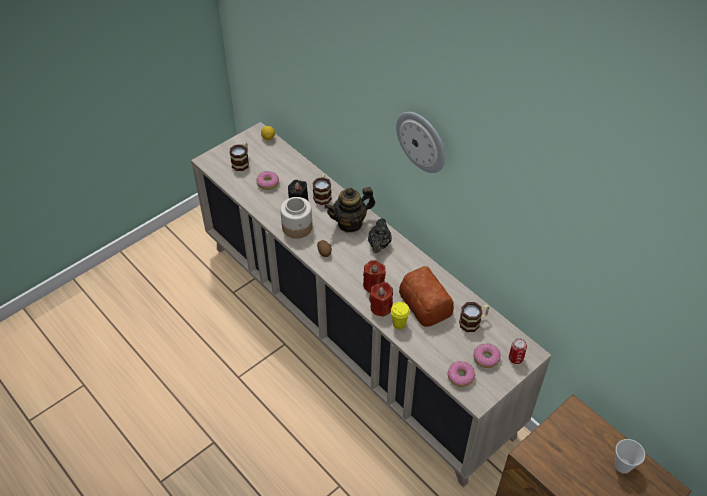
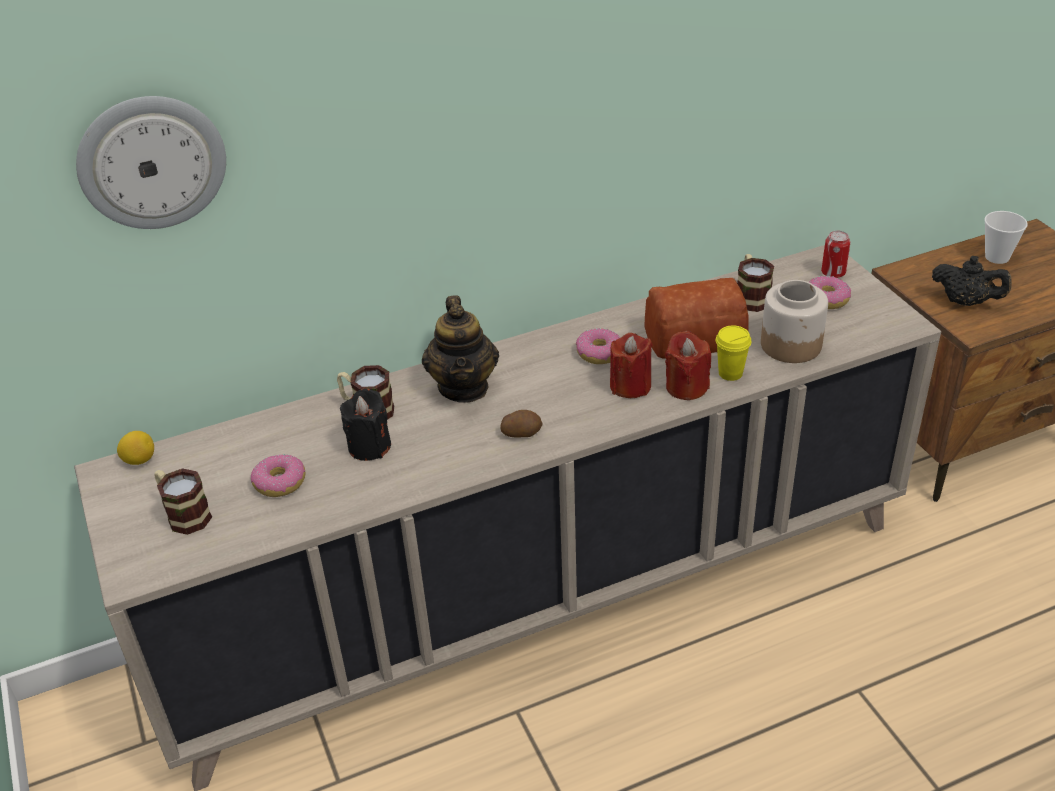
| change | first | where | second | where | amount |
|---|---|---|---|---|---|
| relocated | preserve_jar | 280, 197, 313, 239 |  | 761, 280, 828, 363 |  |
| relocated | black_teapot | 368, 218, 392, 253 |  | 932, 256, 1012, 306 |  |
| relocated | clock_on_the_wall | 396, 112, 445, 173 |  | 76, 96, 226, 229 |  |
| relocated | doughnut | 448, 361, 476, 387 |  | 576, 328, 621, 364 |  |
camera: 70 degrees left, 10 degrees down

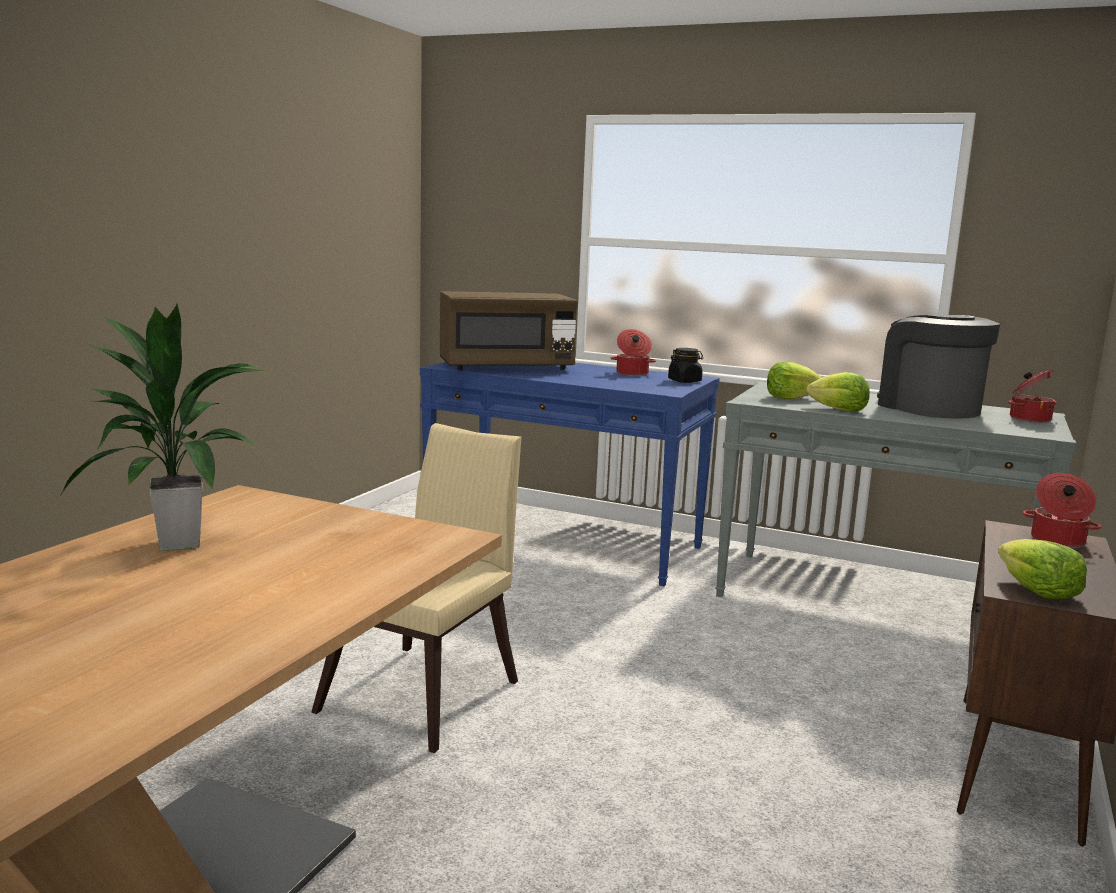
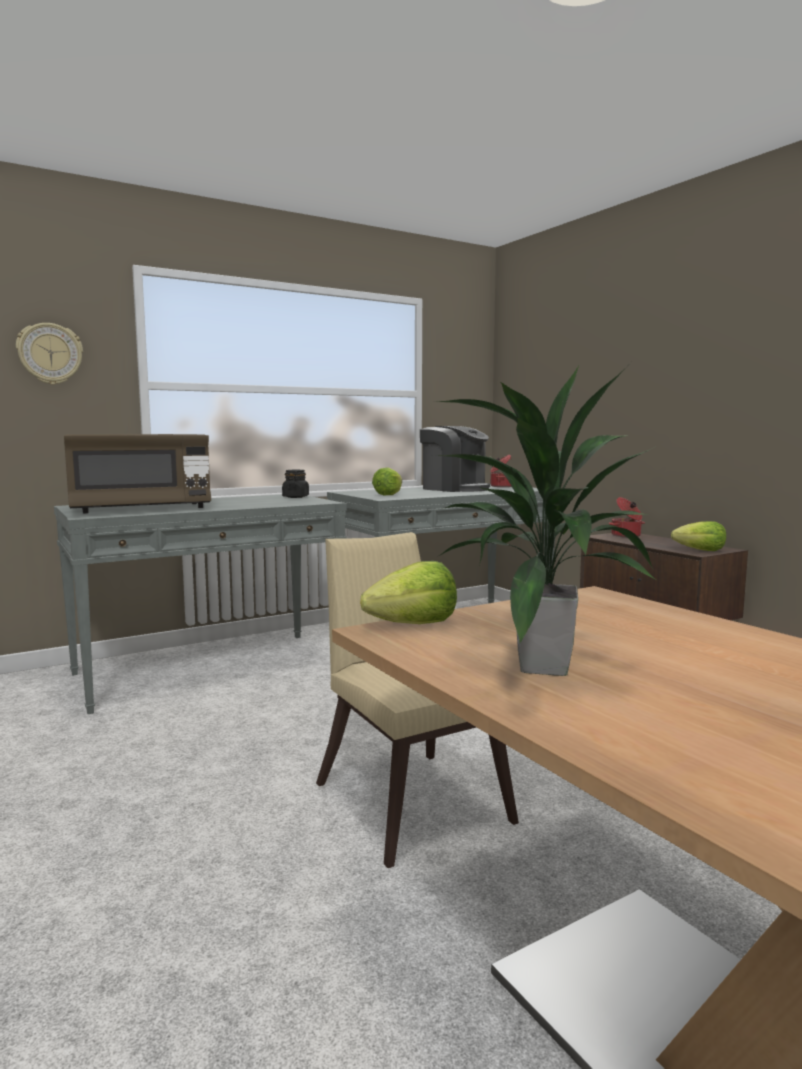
| change | first | where | second | where | amount |
|---|---|---|---|---|---|
| colour | blue-coloured_console_table | 420, 362, 720, 586 | greyish_console_table | 54, 495, 347, 714 |  |
| spun | brown_kitchen_microwave | 440, 291, 578, 370 |  | 64, 434, 211, 513 | 45 degrees clockwise |
| missing | saucepot | 610, 329, 656, 376 |  |  |  |
| relocated | lettuce | 807, 372, 870, 412 |  | 360, 561, 457, 624 |  |
| spun | coffee_machine | 877, 315, 1000, 419 |  | 420, 426, 490, 492 | 150 degrees counterclockwise |
| appeared |  |  | clock_on_the_wall | 16, 323, 83, 385 |  |
camera: 55 degrees left, 5 degrees down

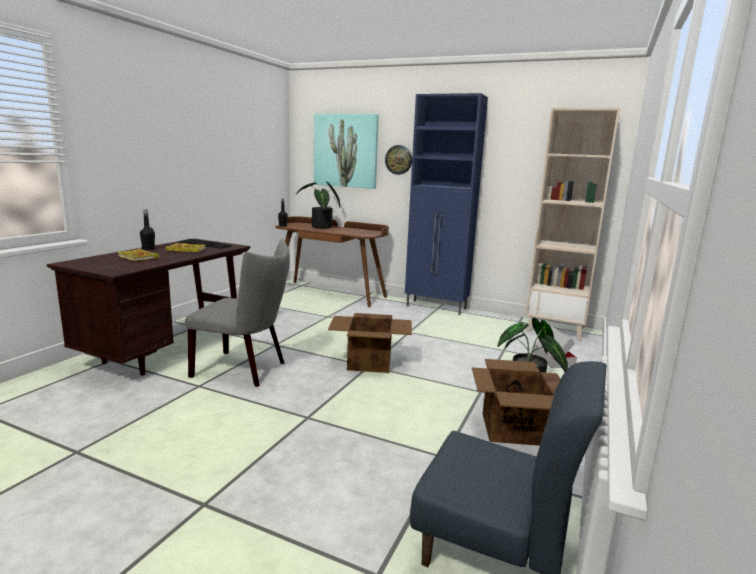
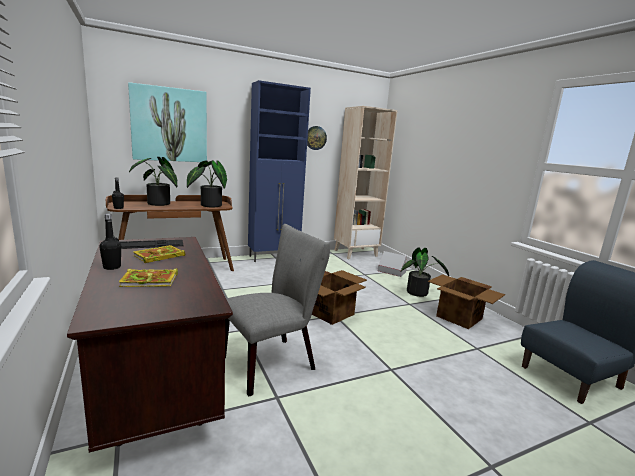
| change | first | where | second | where | amount |
|---|---|---|---|---|---|
| relocated | clock_on_the_wall | 385, 145, 412, 175 |  | 307, 126, 327, 150 |  |
| appeared |  |  | houseplant | 187, 160, 227, 207 |  |
camera: 50 degrees left, 0 degrees up

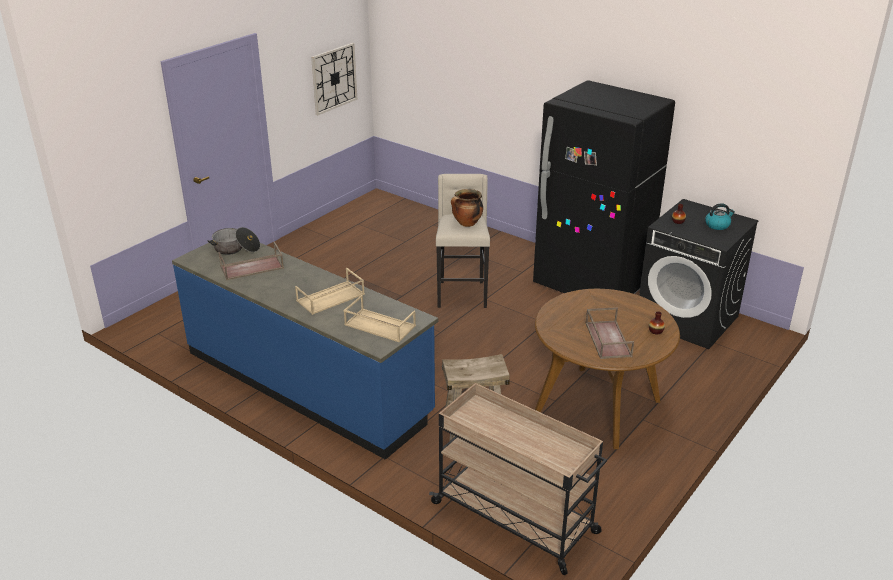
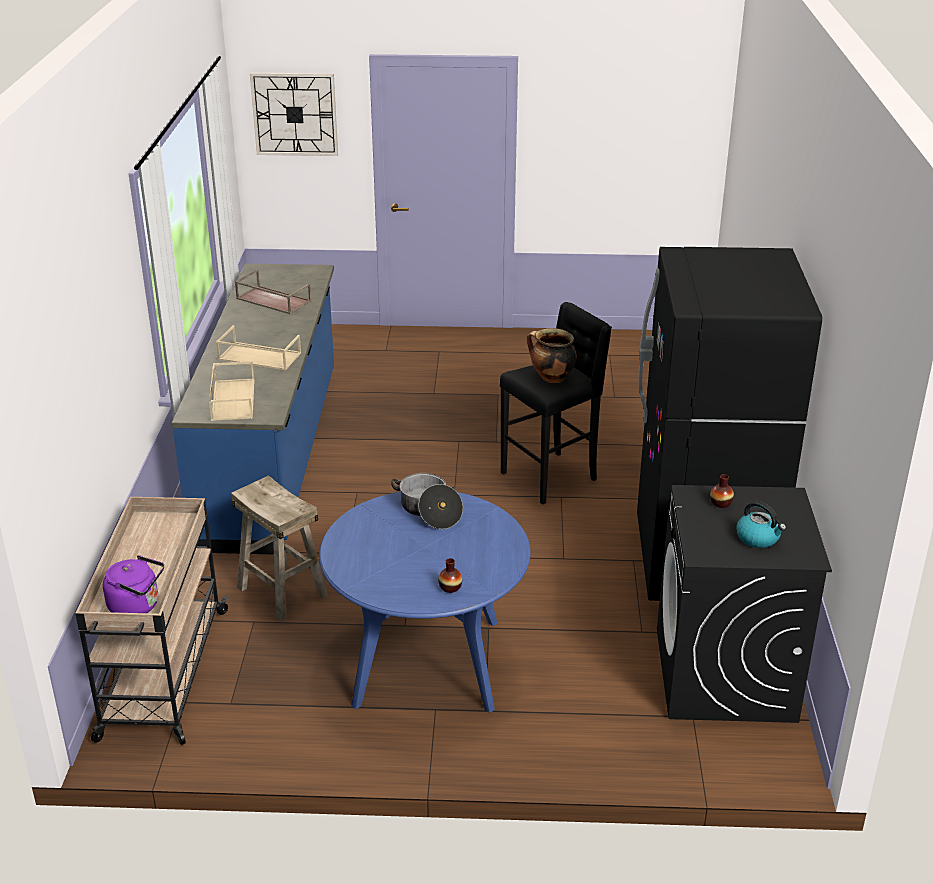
| change | first | where | second | where | amount |
|---|---|---|---|---|---|
| relocated | saucepot | 207, 227, 260, 255 |  | 391, 473, 463, 529 |  |
| relocated | clock_on_the_wall | 311, 43, 357, 115 |  | 250, 73, 338, 156 |  |
| colour | beige-coloured_sitting_stool | 436, 174, 490, 308 | black_sitting_stool | 500, 302, 612, 505 |  |
| colour | brown_dining_table | 535, 289, 680, 449 | blue-coloured_dining_table | 319, 492, 530, 713 |  |
| missing | brown_serving_tray | 586, 307, 634, 359 |  |  |  |
| appeared |  |  | purple-coloured_water_kettle | 103, 555, 164, 613 |  |
camera: 55 degrees right, 0 degrees up

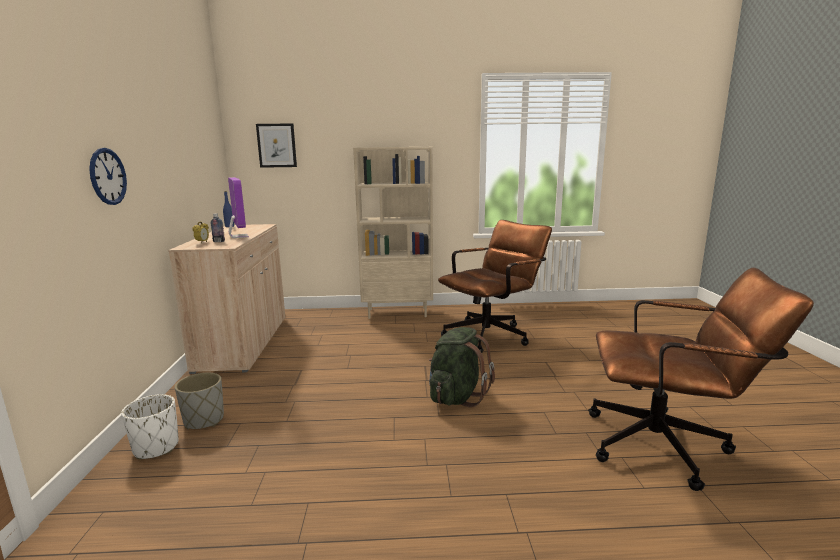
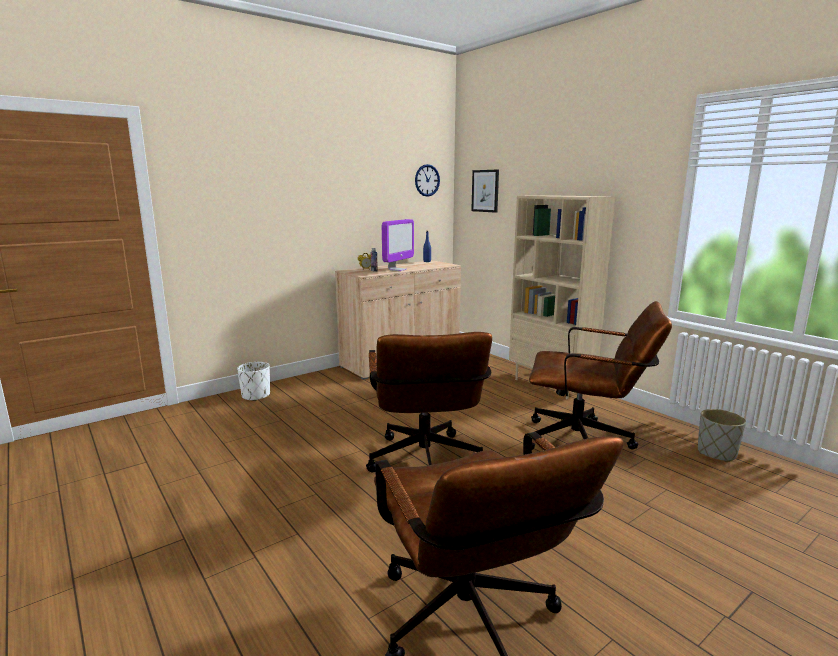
| change | first | where | second | where | amount |
|---|---|---|---|---|---|
| relocated | clock_on_the_wall | 89, 148, 127, 205 |  | 415, 164, 440, 197 |  |
| relocated | greyish_plant_pot | 175, 373, 224, 429 |  | 698, 409, 746, 462 |  |
| exchanged | green-coloured_rucksack | 429, 327, 495, 407 | brown_office_chair | 366, 332, 492, 472 |  |
camera: 55 degrees right, 0 degrees up

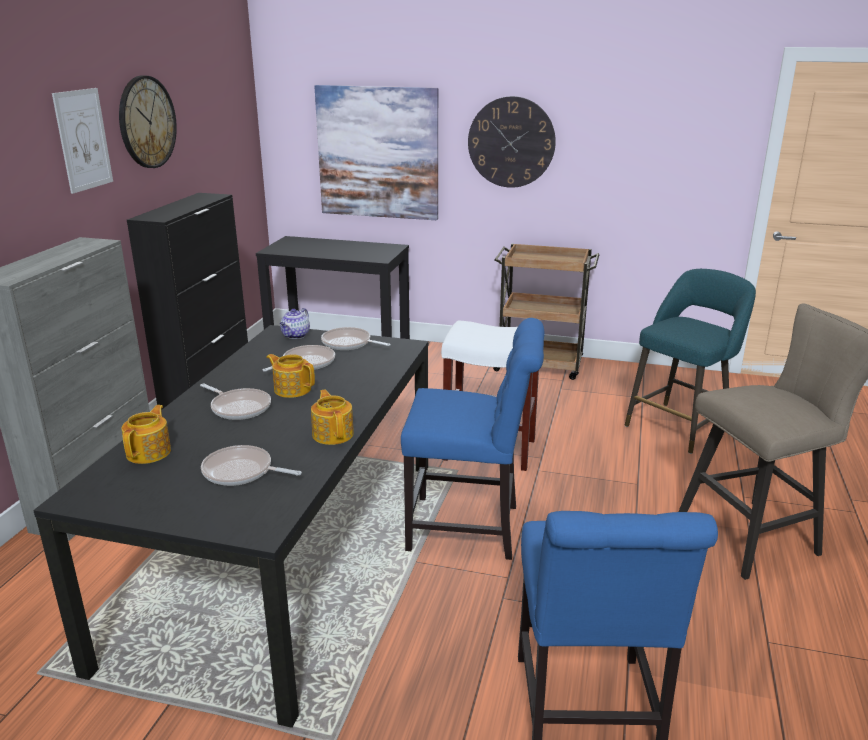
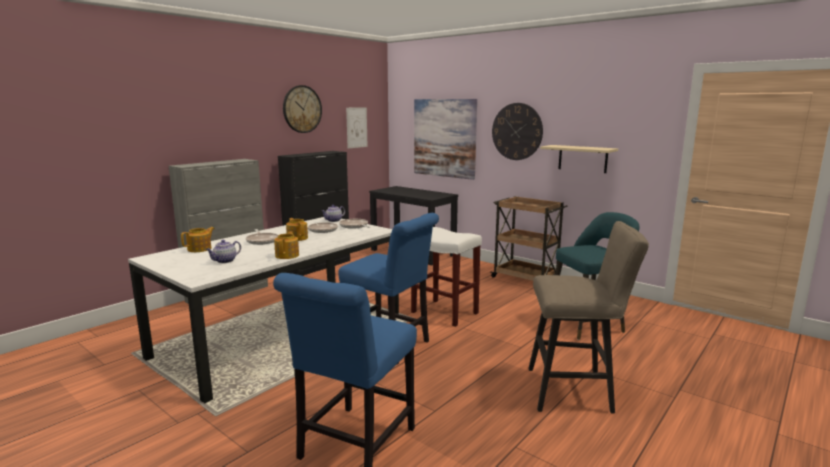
| change | first | where | second | where | amount |
|---|---|---|---|---|---|
| colour | black_dining_table | 33, 325, 428, 728 | white_dining_table | 128, 217, 399, 403 |  |
| relocated | picture | 52, 88, 113, 194 |  | 346, 107, 368, 148 |  |
| exchanged | pan | 201, 445, 302, 486 | teapot | 206, 240, 241, 263 |  |
| appeared |  |  | beige-coloured_shelf | 540, 145, 618, 173 |  |
camera: 25 degrees right, 10 degrees down

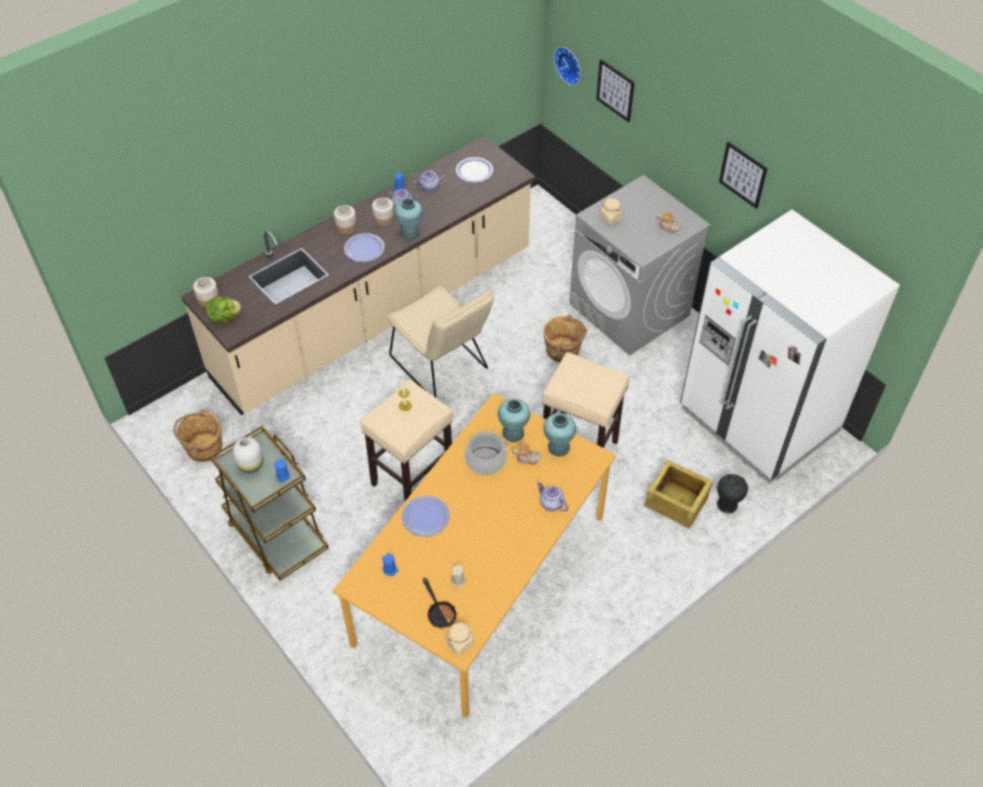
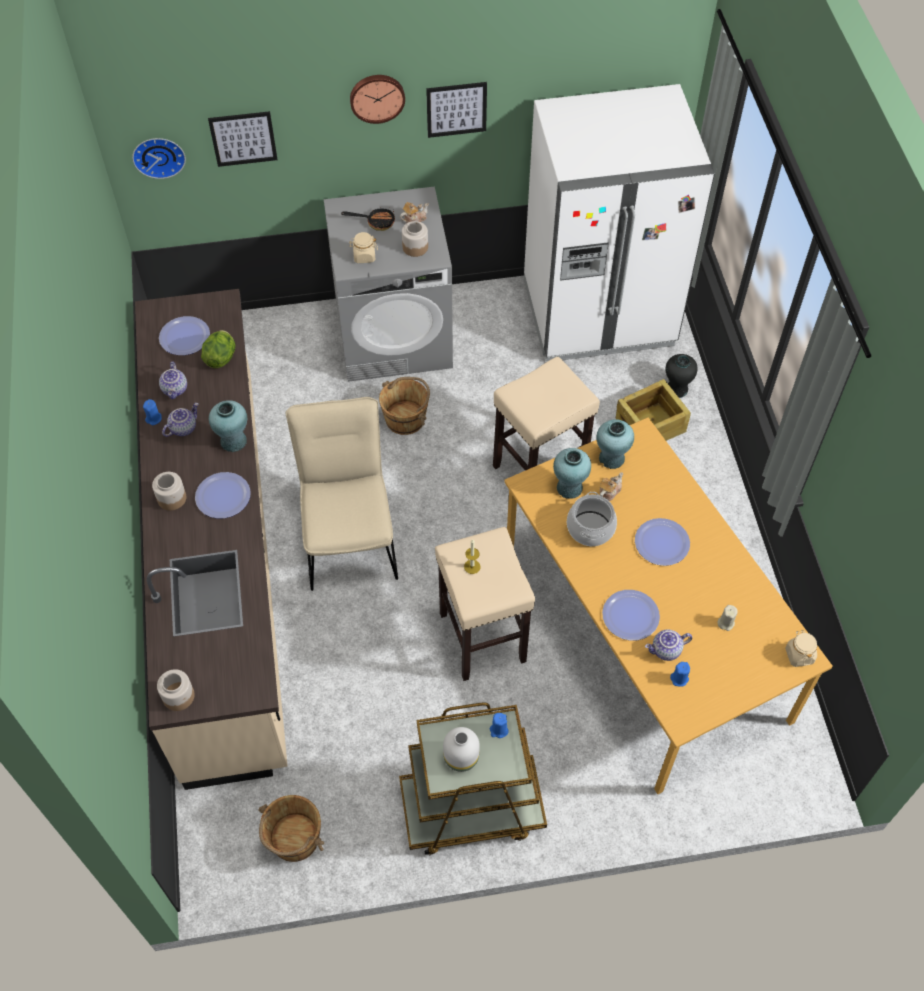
| change | first | where | second | where | amount |
|---|---|---|---|---|---|
| relocated | lettuce | 206, 297, 241, 323 |  | 201, 330, 236, 368 |  |
| relocated | preserve_jar | 372, 198, 394, 226 |  | 402, 221, 428, 257 |  |
| spun | beige-coloured_plain_chair | 388, 286, 494, 398 |  | 285, 397, 398, 591 | 90 degrees counterclockwise |
| relocated | pan | 423, 578, 458, 628 |  | 341, 207, 395, 231 |  |
| relocated | teapot | 537, 481, 568, 512 |  | 645, 630, 692, 661 |  |
| appeared |  |  | clock_on_the_wall | 350, 75, 405, 124 |  |
| appeared |  |  | dinner_plate | 635, 518, 690, 566 |  |
camera: 60 degrees left, 5 degrees up

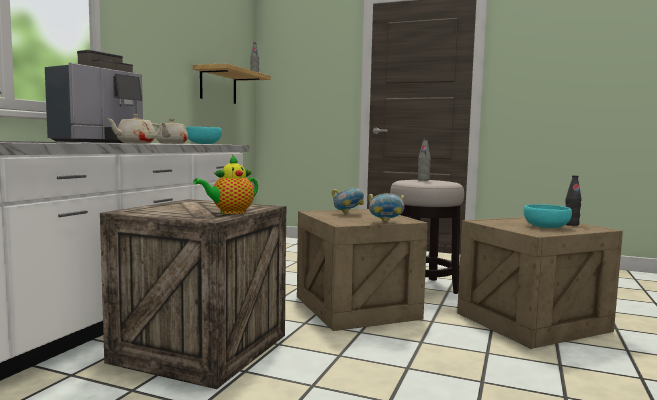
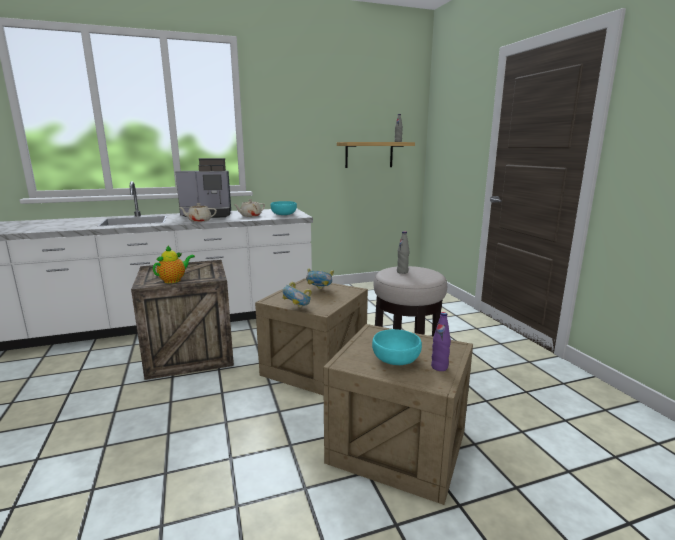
| change | first | where | second | where | amount |
|---|---|---|---|---|---|
| spun | teapot | 193, 155, 258, 214 |  | 153, 246, 195, 283 | 120 degrees clockwise |
| colour | black_drink_bottle | 566, 175, 581, 226 | purple-coloured_drink_bottle | 431, 312, 451, 371 |  |
camera: 50 degrees right, 10 degrees up

